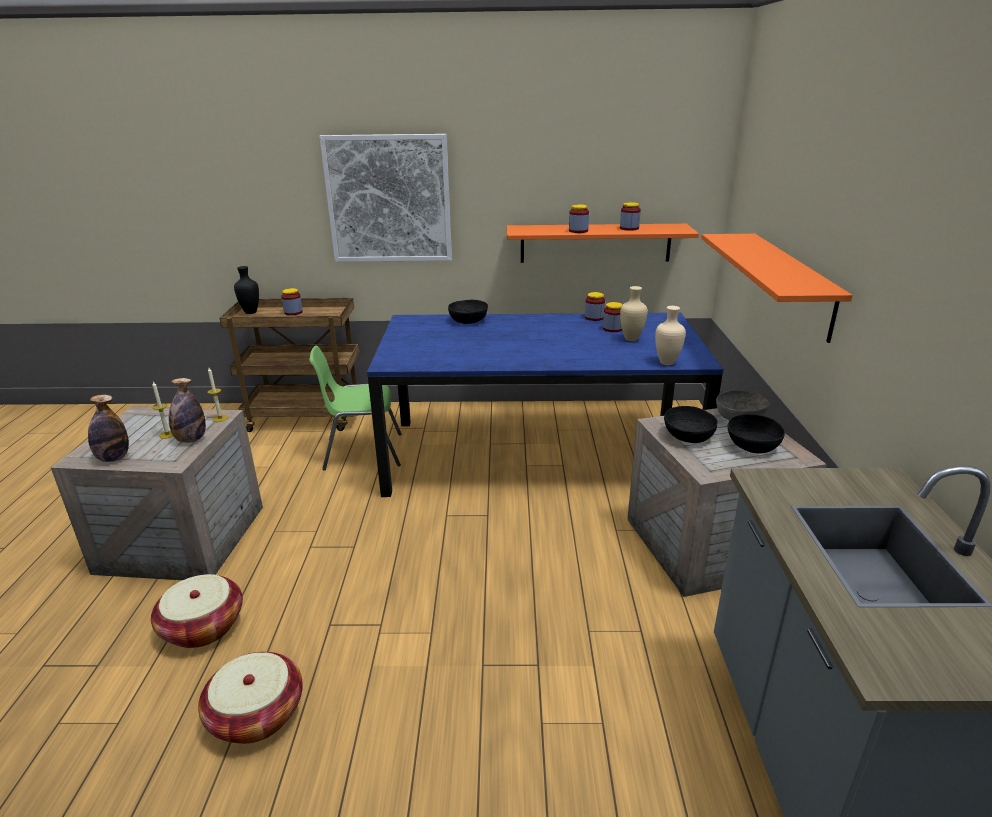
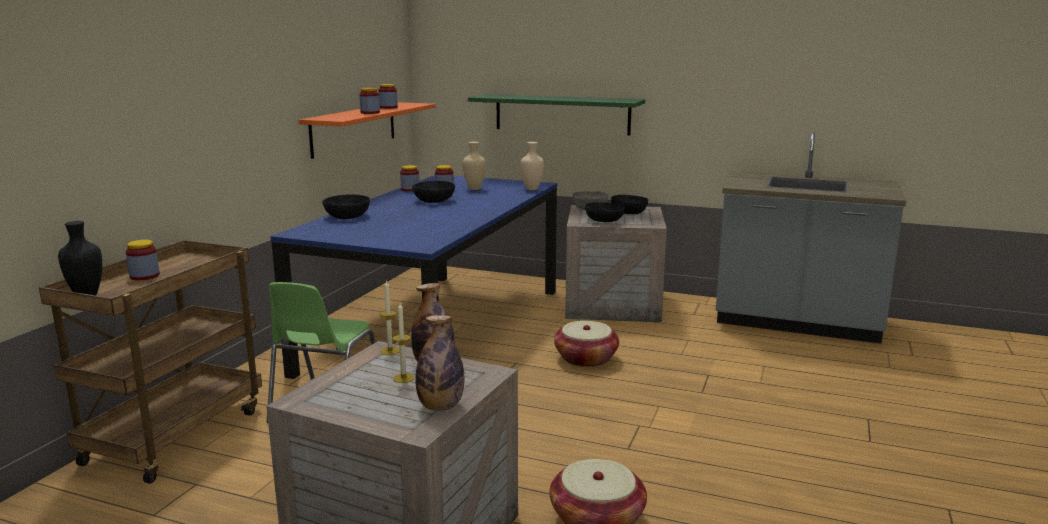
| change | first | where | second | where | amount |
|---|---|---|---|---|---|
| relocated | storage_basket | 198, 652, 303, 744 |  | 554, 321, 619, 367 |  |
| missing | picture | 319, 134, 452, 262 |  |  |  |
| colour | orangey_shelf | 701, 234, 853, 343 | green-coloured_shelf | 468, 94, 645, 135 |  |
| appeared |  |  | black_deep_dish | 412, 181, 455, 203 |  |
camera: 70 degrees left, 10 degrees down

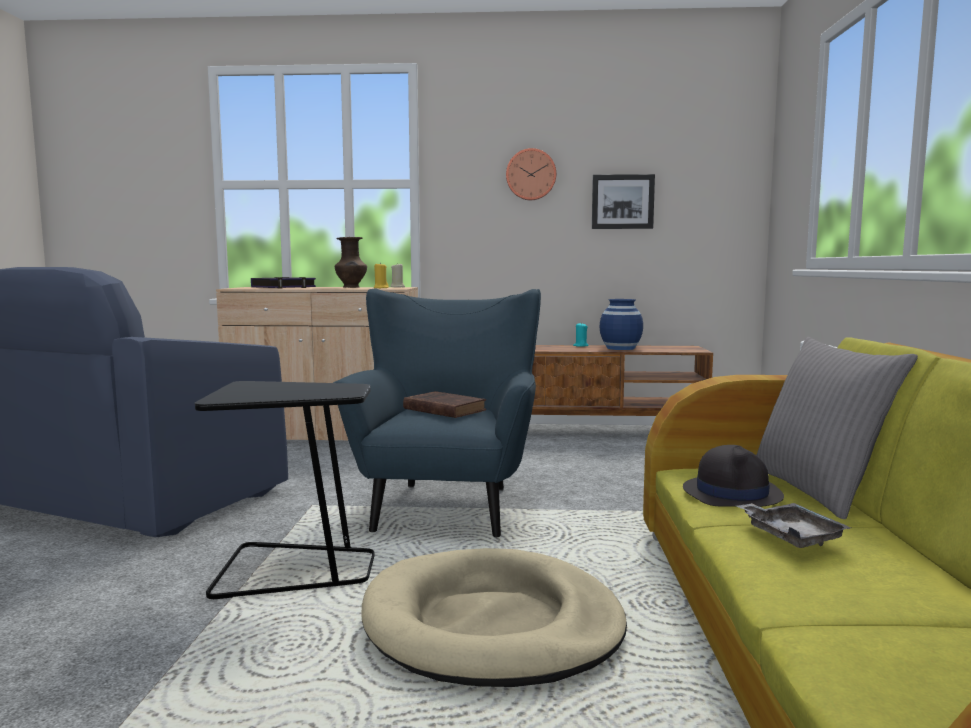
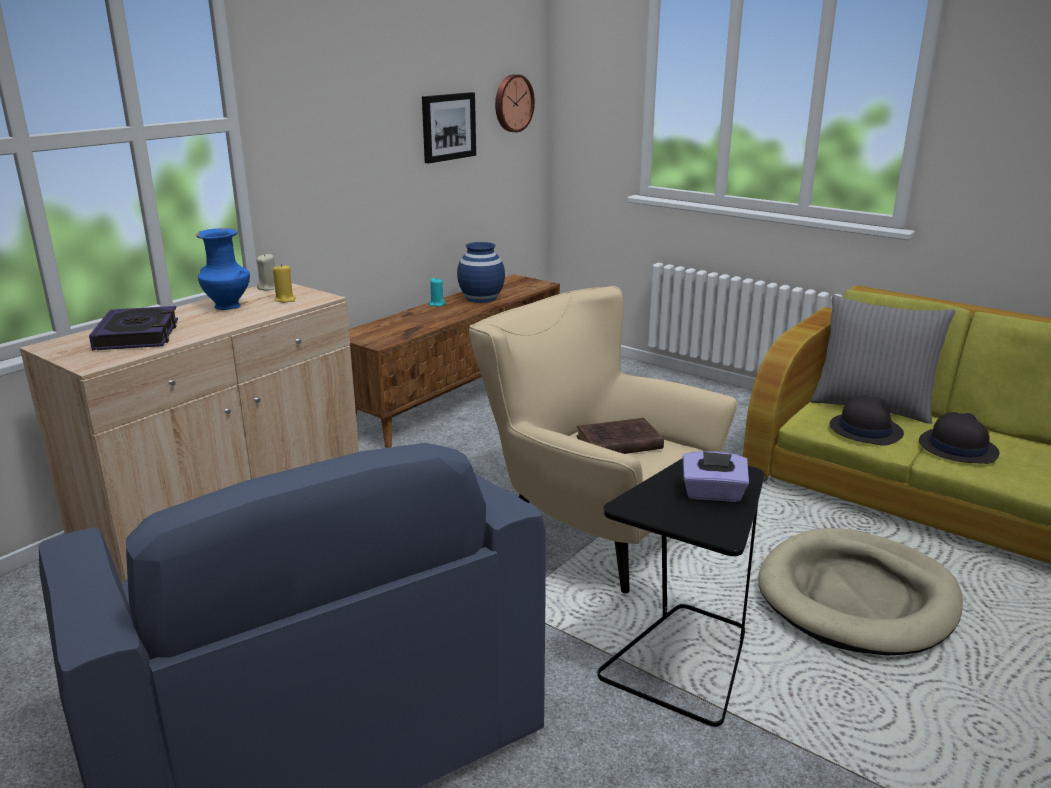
| change | first | where | second | where | amount |
|---|---|---|---|---|---|
| colour | blue-coloured_easy_chair | 333, 288, 541, 537 | beige-coloured_easy_chair | 469, 286, 737, 594 |  |
| colour | brown_decorative_vase | 335, 237, 367, 288 | blue-coloured_decorative_vase | 196, 228, 250, 310 |  |
| relocated | clock_on_the_wall | 506, 148, 556, 200 |  | 495, 74, 535, 132 |  |
| exchanged | greyish_serving_tray | 737, 503, 851, 548 | black_clothing_hat | 919, 412, 1000, 464 |  |
| appeared |  |  | purple-coloured_tissue_holder | 682, 451, 749, 502 |  |
camera: 55 degrees left, 15 degrees up

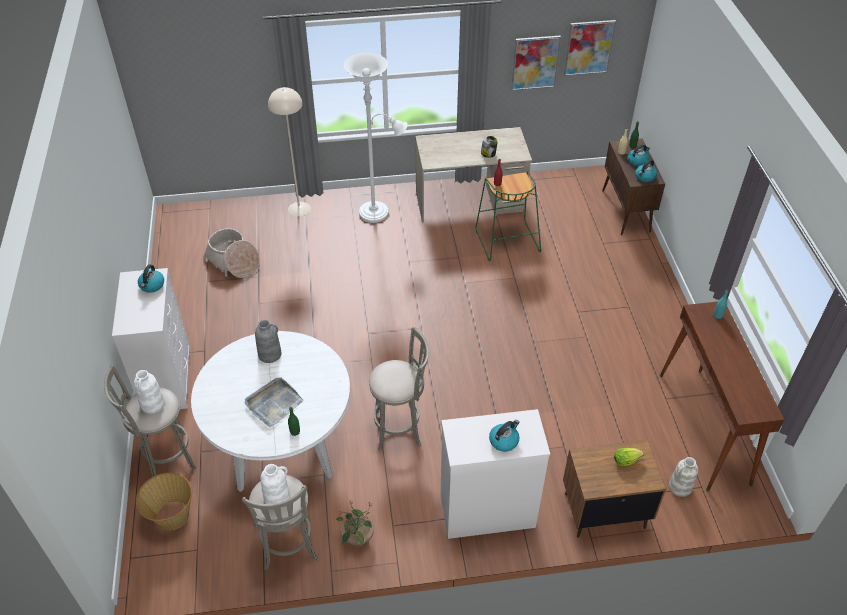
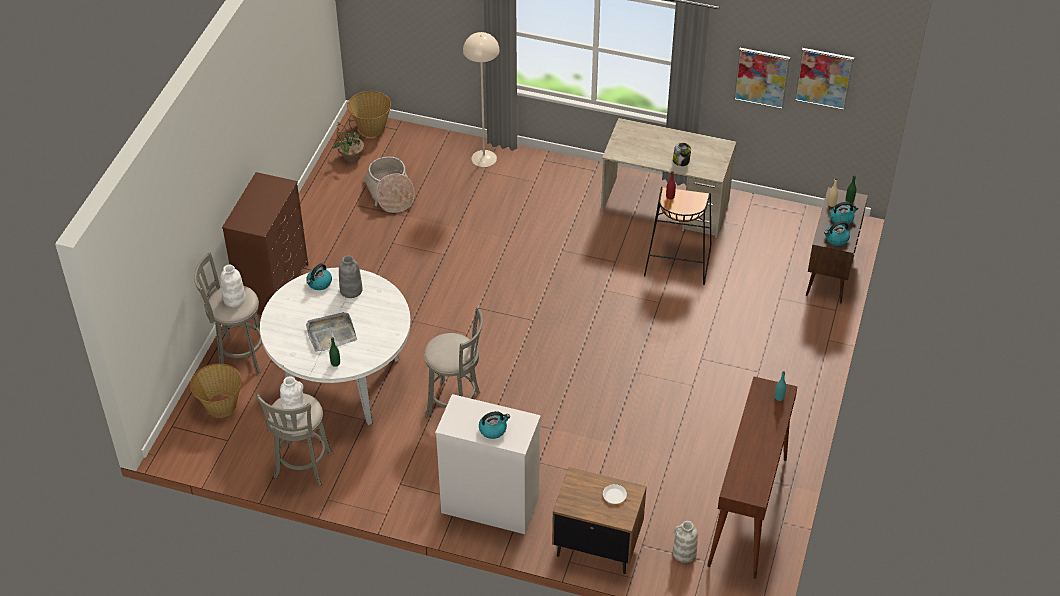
| change | first | where | second | where | amount |
|---|---|---|---|---|---|
| colour | white_drawer_chest | 112, 268, 191, 409 | brown_drawer_chest | 222, 172, 308, 315 |  |
| relocated | water_kettle | 138, 265, 164, 293 |  | 306, 263, 332, 290 |  |
| relocated | houseplant | 336, 501, 374, 547 |  | 332, 120, 365, 163 |  |
| missing | white_standing_lamp | 344, 53, 408, 223 |  |  |  |
| colour | green-coloured_sitting_stool | 476, 171, 541, 261 | black_sitting_stool | 644, 187, 711, 285 |  |
| exchanged | lettuce | 614, 448, 644, 466 | white_dinner_plate | 603, 484, 627, 504 |  |
| appeared |  |  | storage_basket | 347, 91, 391, 137 |  |
camera: 25 degrees right, 0 degrees up

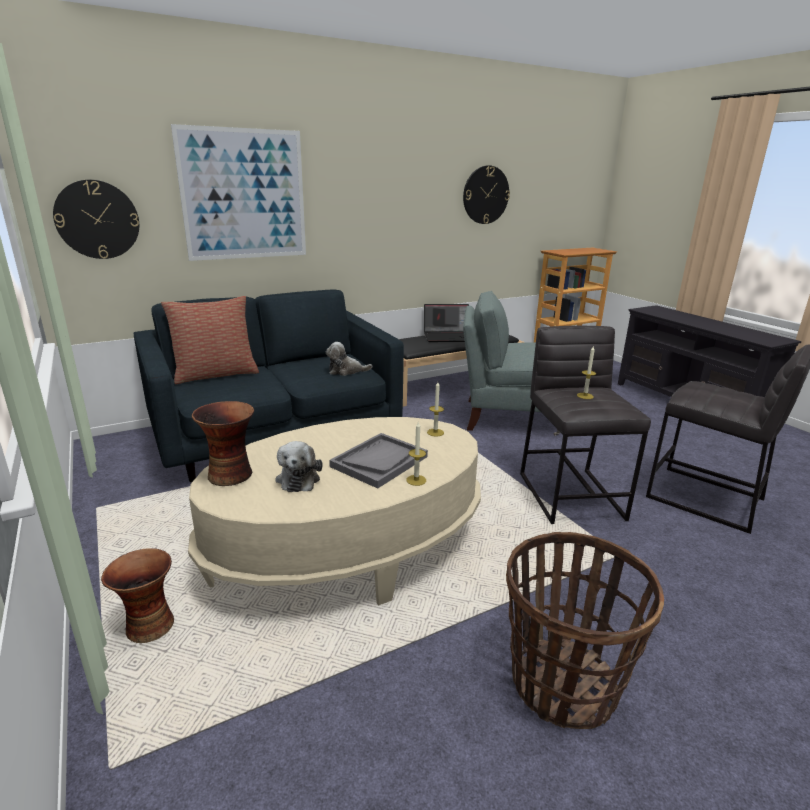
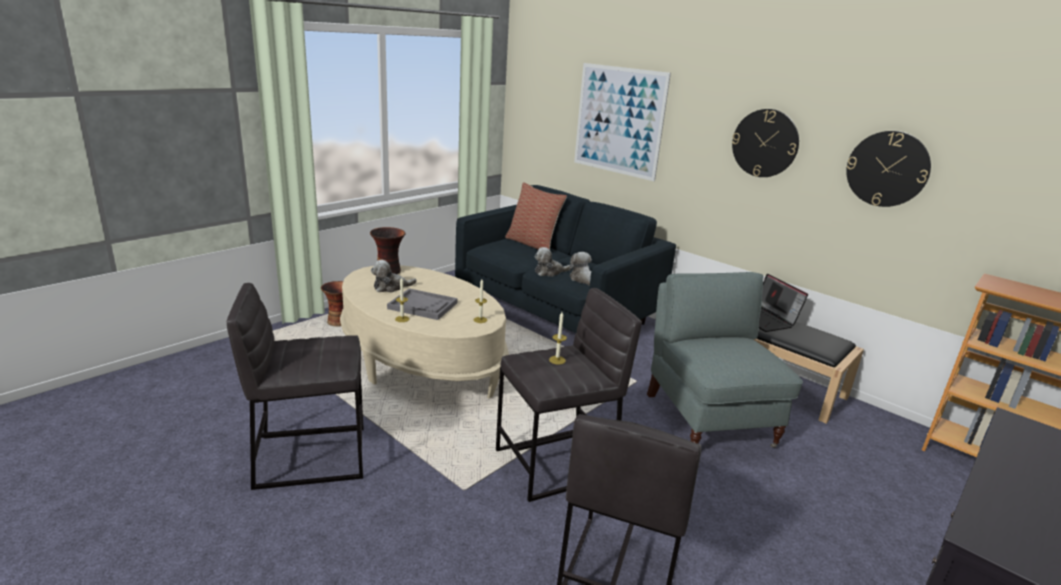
| change | first | where | second | where | amount |
|---|---|---|---|---|---|
| relocated | clock_on_the_wall | 53, 180, 139, 259 |  | 732, 109, 799, 177 |  |
| exchanged | storage_basket | 506, 532, 664, 729 | greyish_sitting_stool | 227, 283, 364, 490 |  |
| appeared |  |  | plush_toy | 534, 247, 570, 277 |  |
camera: 70 degrees right, 0 degrees up

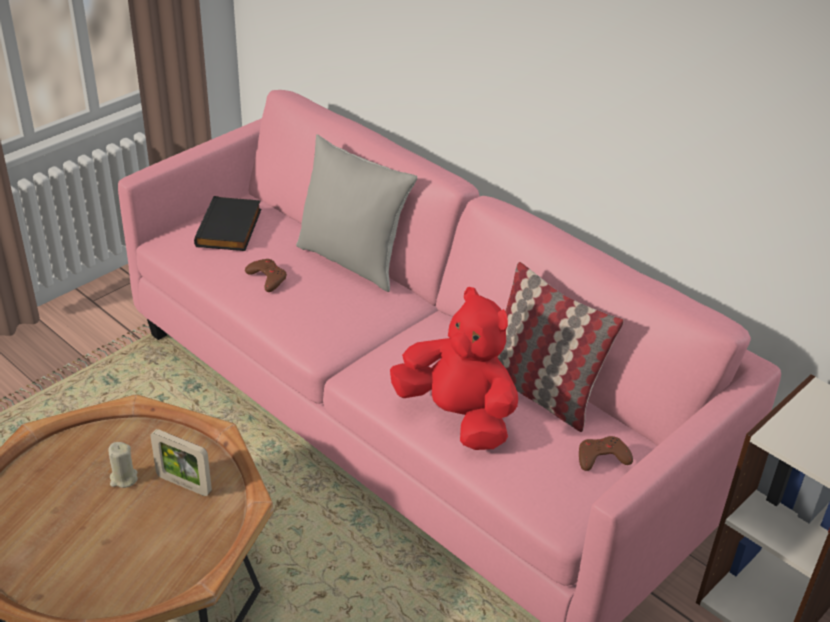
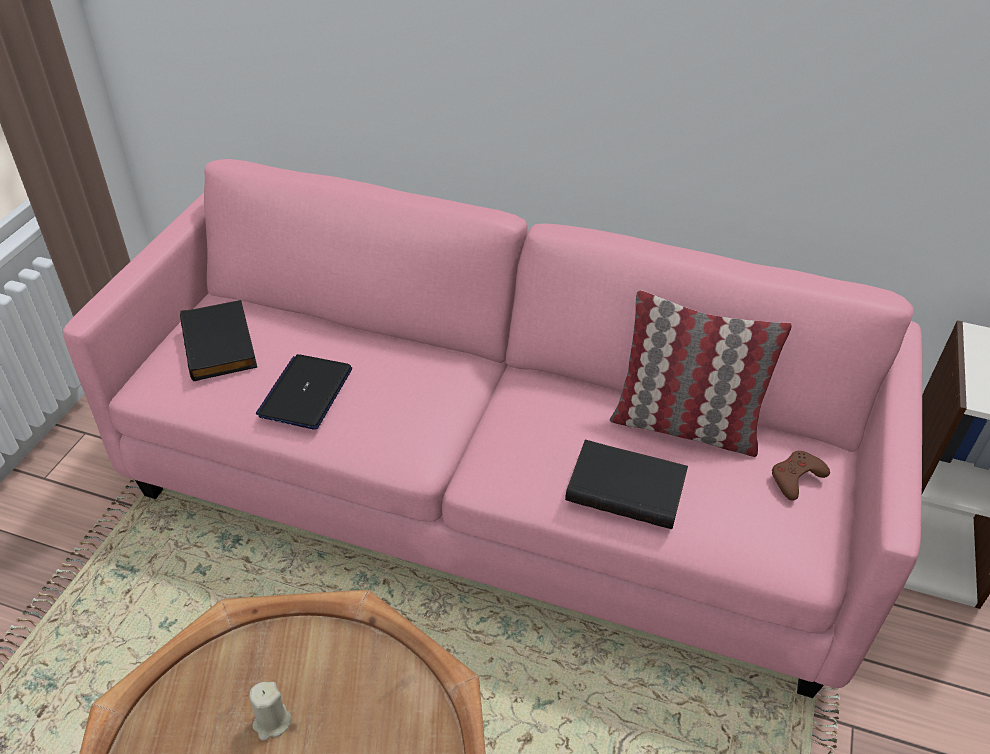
| change | first | where | second | where | amount |
|---|---|---|---|---|---|
| missing | photo_frame | 150, 429, 212, 496 |  |  |  |
| exchanged | brown_game_controller | 245, 259, 287, 292 | laptop | 256, 354, 352, 430 |  |
| missing | greyish_cushion | 296, 134, 417, 292 |  |  |  |
| exchanged | red-coloured_plush_toy | 390, 287, 518, 450 | black_volume | 565, 439, 688, 529 |  |
camera: 25 degrees left, 5 degrees up

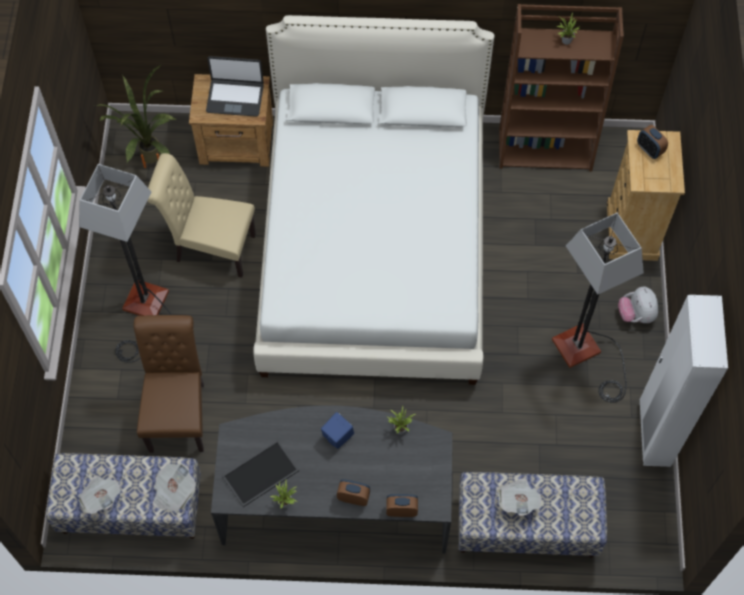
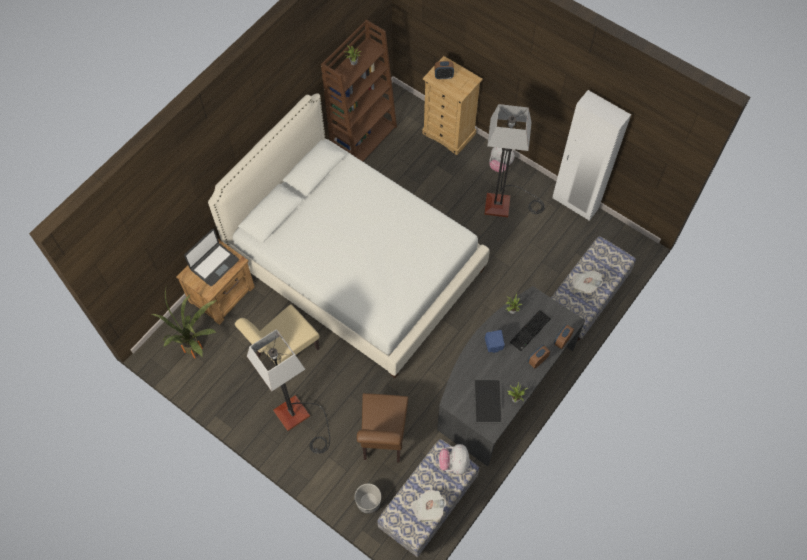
| change | first | where | second | where | amount |
|---|---|---|---|---|---|
| spun | brown_plain_chair | 133, 315, 204, 453 |  | 357, 393, 408, 463 | 120 degrees counterclockwise |
| exchanged | printed_paper | 153, 463, 196, 513 | plush_toy | 439, 444, 470, 475 |  |
| appeared |  |  | plant_pot | 355, 483, 381, 514 |  |
| appeared |  |  | keyboard | 510, 310, 551, 351 |  |
camera: 55 degrees left, 0 degrees up

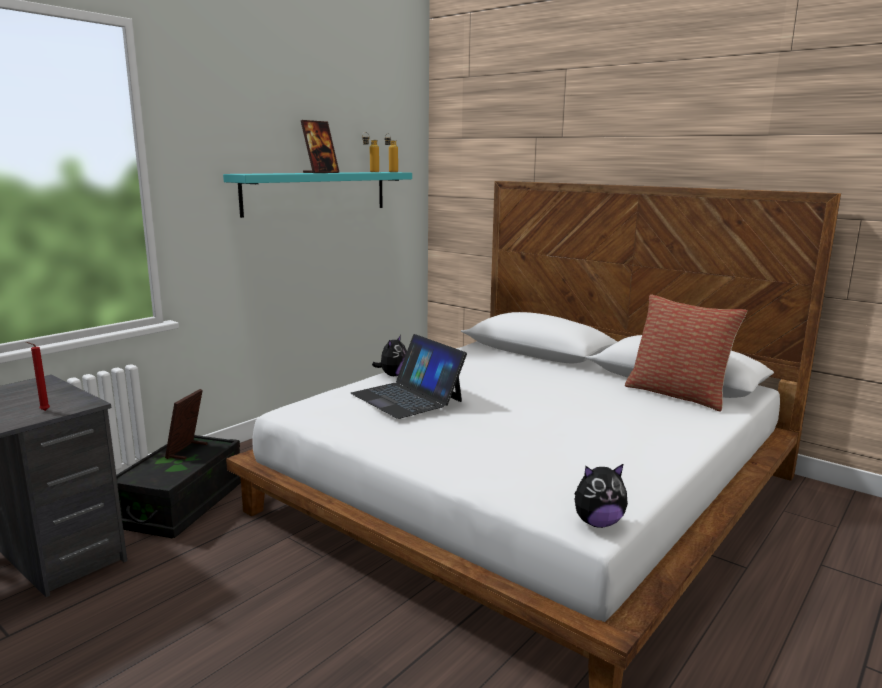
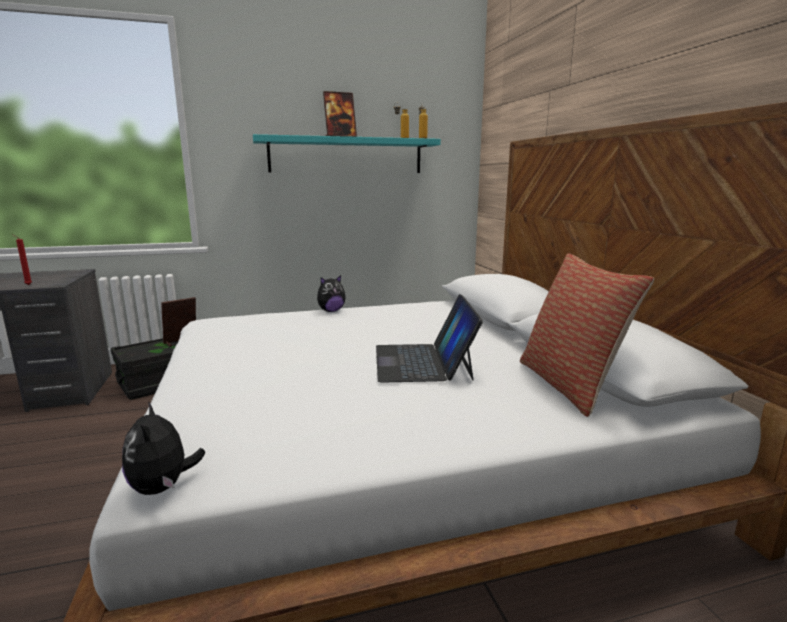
| change | first | where | second | where | amount |
|---|---|---|---|---|---|
| relocated | laptop | 351, 334, 467, 419 |  | 376, 294, 483, 383 |  |
| spun | plush_toy | 575, 463, 628, 528 |  | 122, 401, 205, 495 | 45 degrees clockwise |
camera: 35 degrees right, 0 degrees up

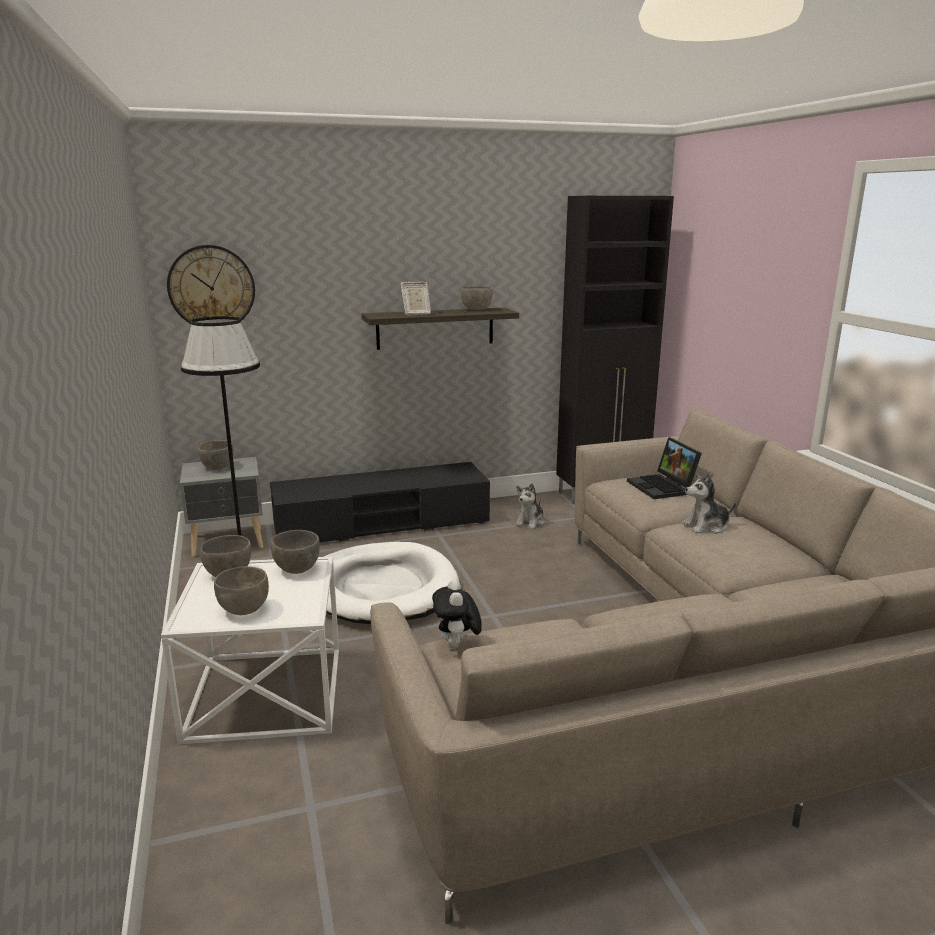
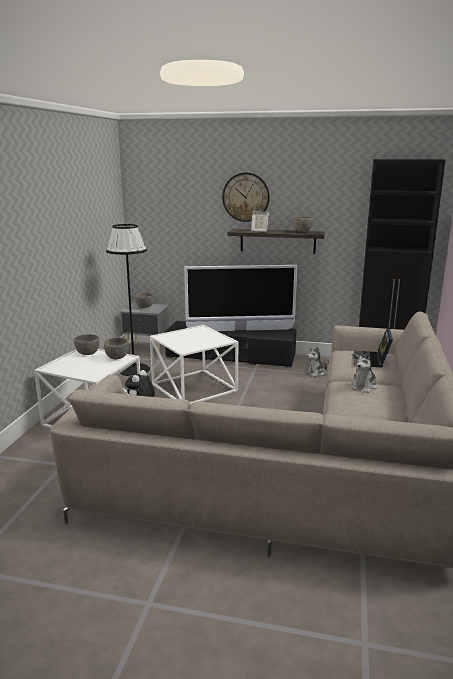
| change | first | where | second | where | amount |
|---|---|---|---|---|---|
| relocated | clock_on_the_wall | 167, 245, 255, 324 |  | 222, 173, 270, 222 |  |
| missing | greyish_deep_dish | 214, 566, 269, 615 |  |  |  |
| exchanged | white_pet_bed | 324, 542, 459, 624 | white_end_table | 150, 325, 238, 405 |  |
| spun | plush_toy | 682, 473, 736, 534 |  | 351, 351, 377, 393 | 75 degrees counterclockwise |
| appeared |  |  | TV | 184, 265, 297, 331 |  |
camera: 30 degrees right, 0 degrees up

